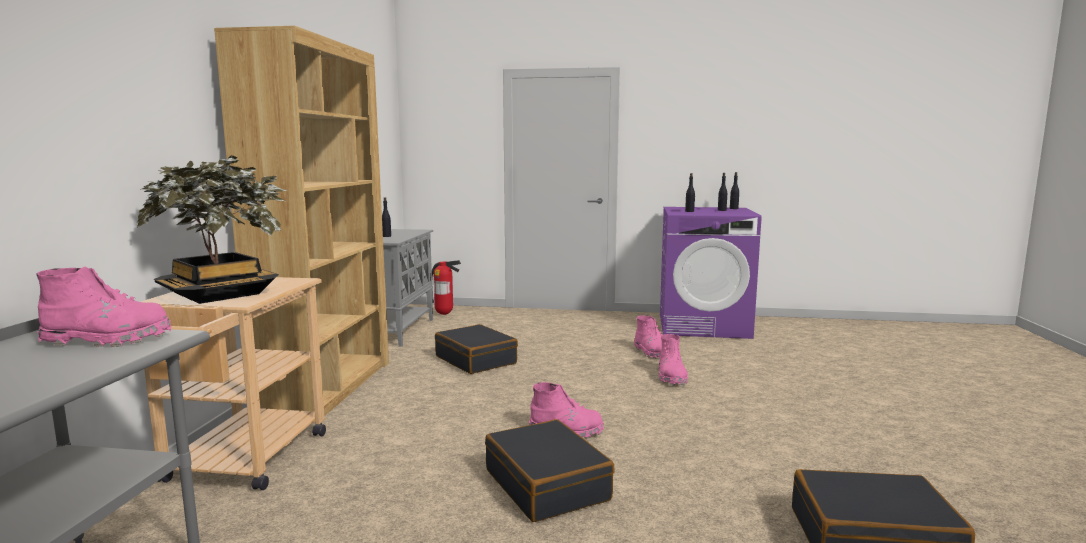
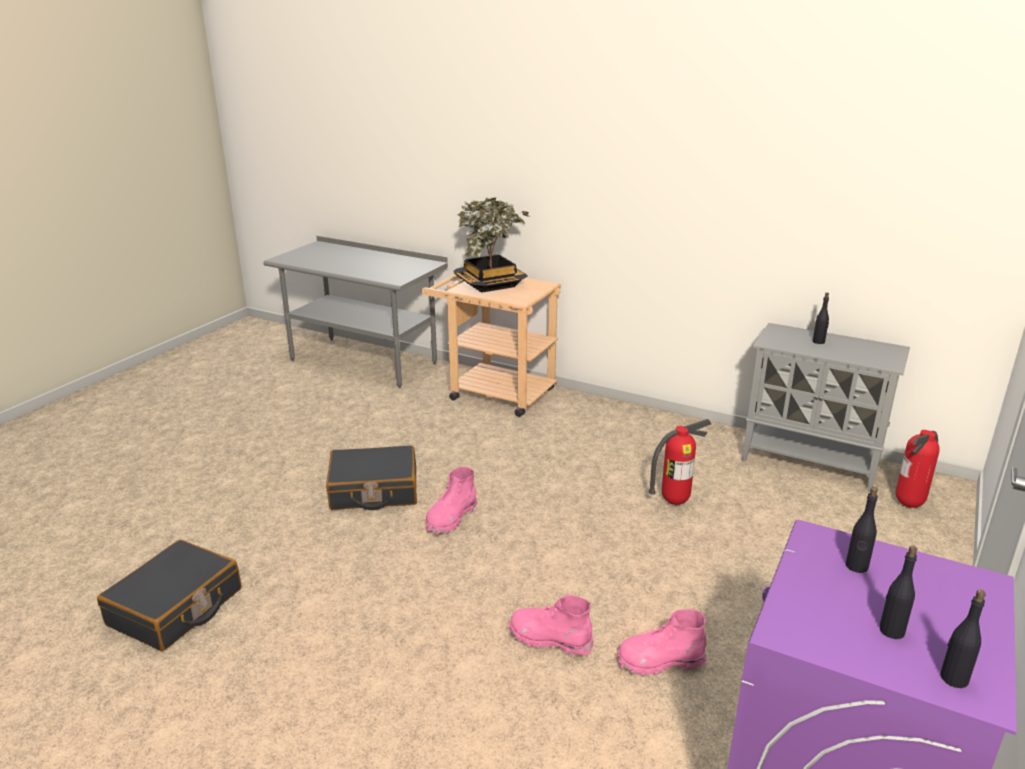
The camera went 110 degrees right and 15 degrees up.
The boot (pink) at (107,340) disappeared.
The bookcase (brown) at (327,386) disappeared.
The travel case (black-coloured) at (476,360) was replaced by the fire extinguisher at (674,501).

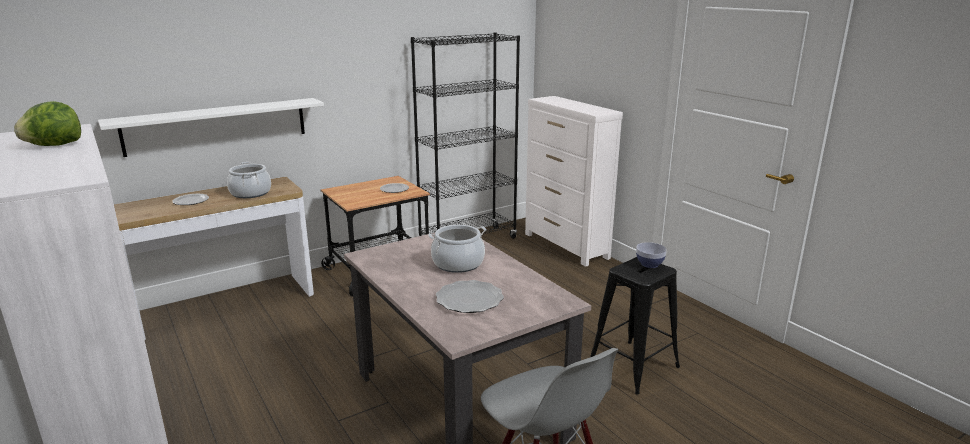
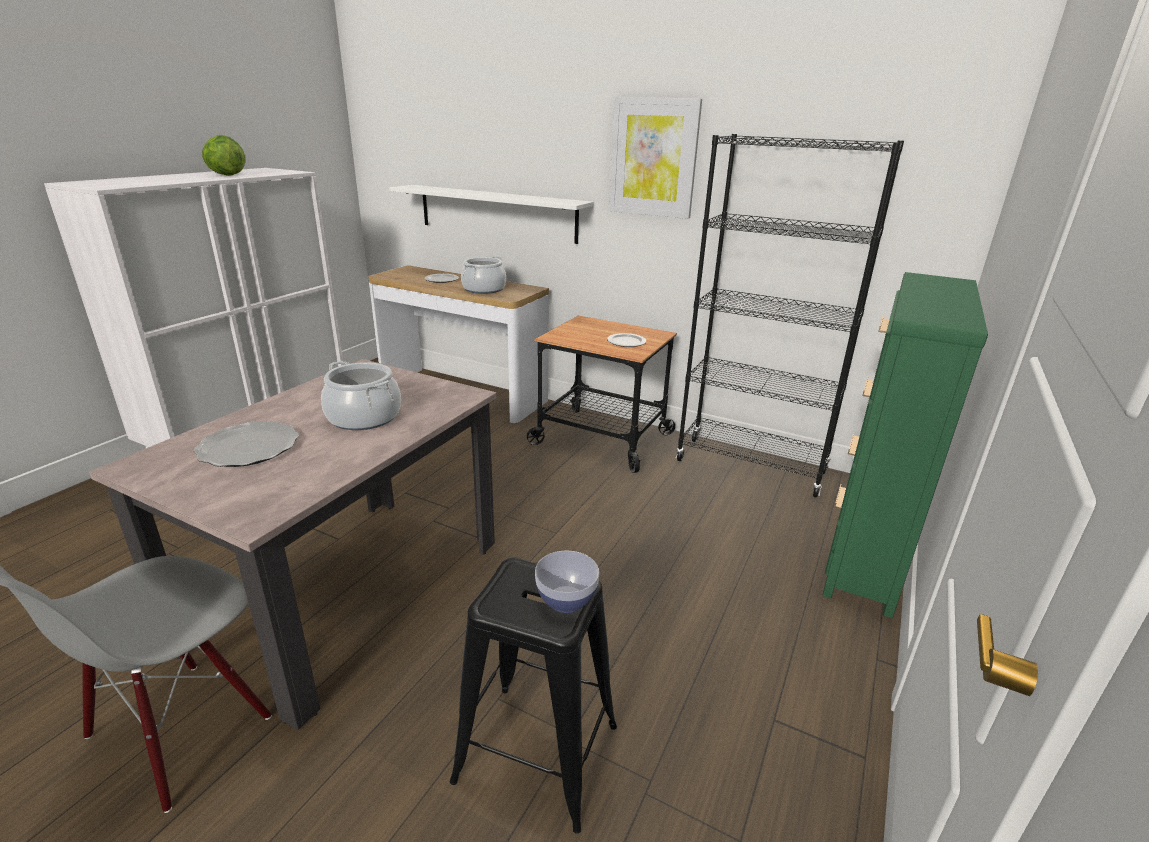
The camera went 60 degrees right and 5 degrees up.
The wall art at (653,158) appeared.
The dresser (white) at (566,246) became the dresser (green-coloured) at (865,553).

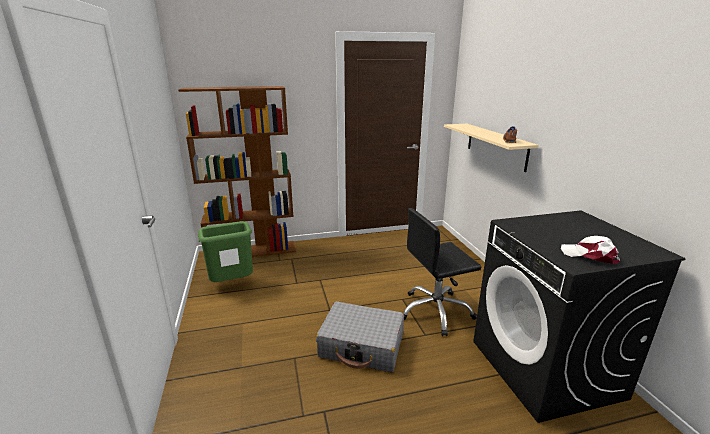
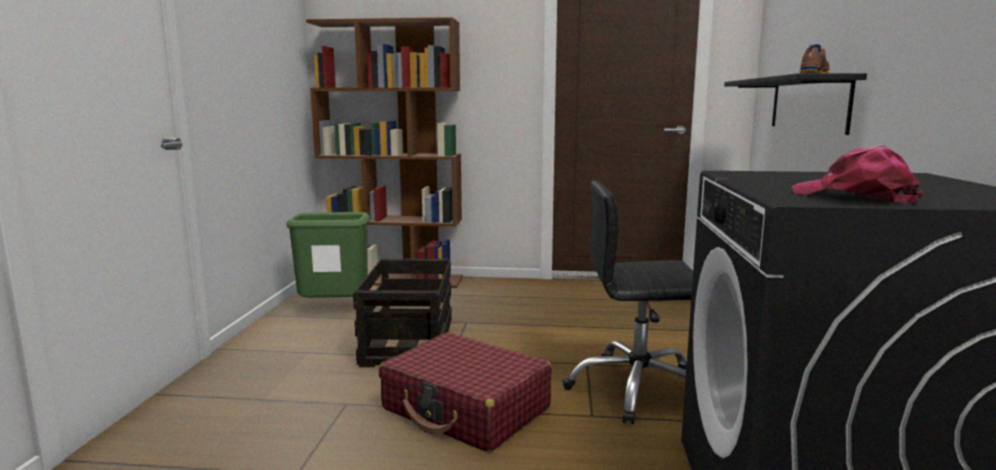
The camera went 20 degrees right and 10 degrees down.
The shipping crate at (408,341) appeared.
The travel case (gray) at (362,345) became the travel case (reddish) at (466,409).
The bracket shelf (beige-coloured) at (496,146) became the bracket shelf (black-coloured) at (808,104).
The cap (white) at (589,255) became the cap (pink) at (854,197).

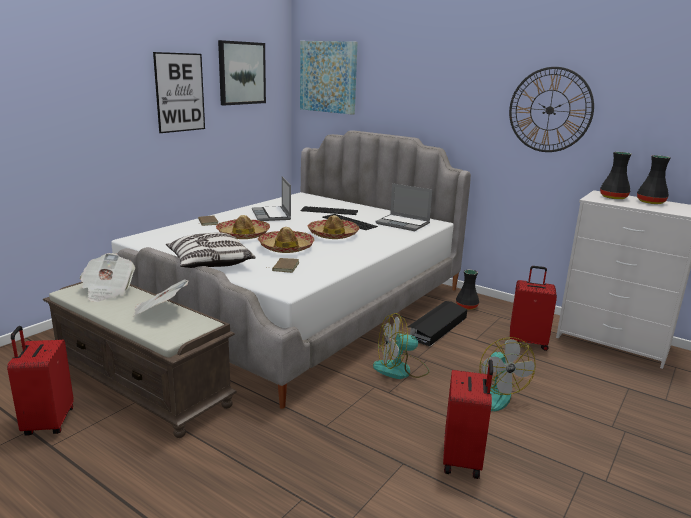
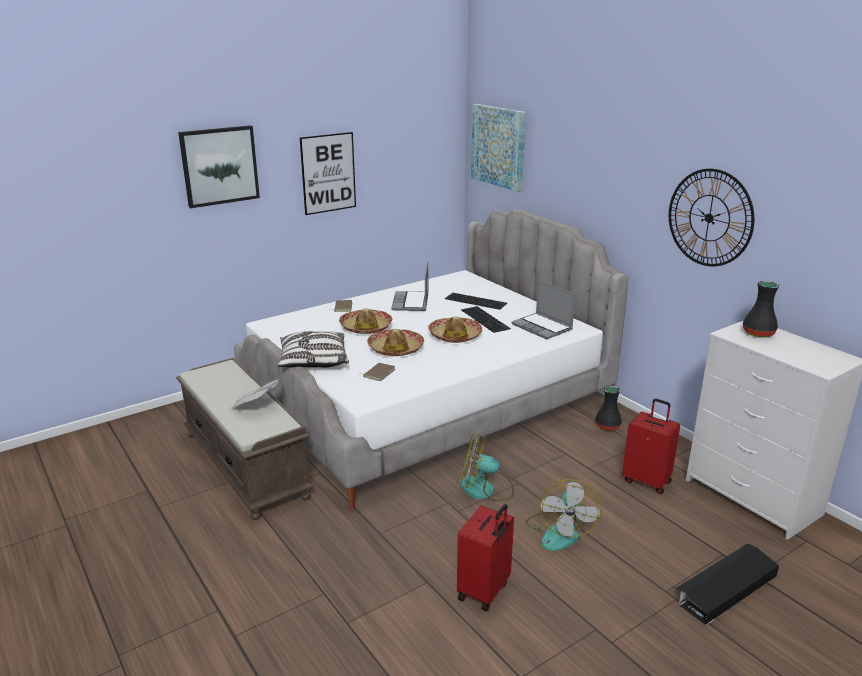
The camera went 20 degrees right and 5 degrees up.
The travel case (reddish) at (47,423) disappeared.
The daily paper at (108,291) disappeared.
The vase (black-coloured) at (650,202) disappeared.
The wall art moved from (241,73) to (219,166).
The storage container (black-coloured) moved from (437,327) to (725,588).

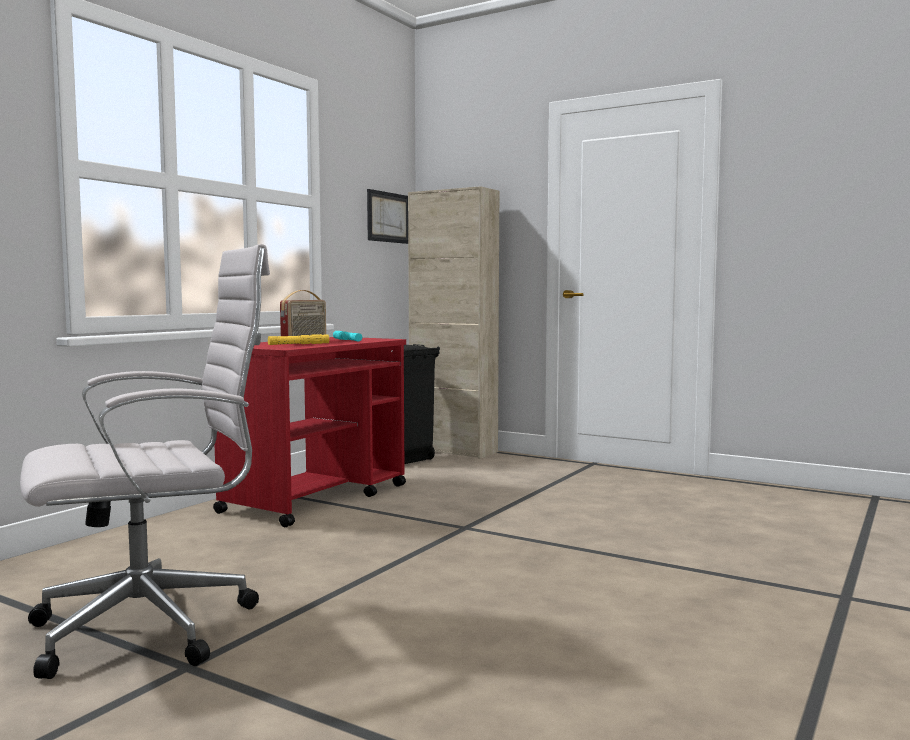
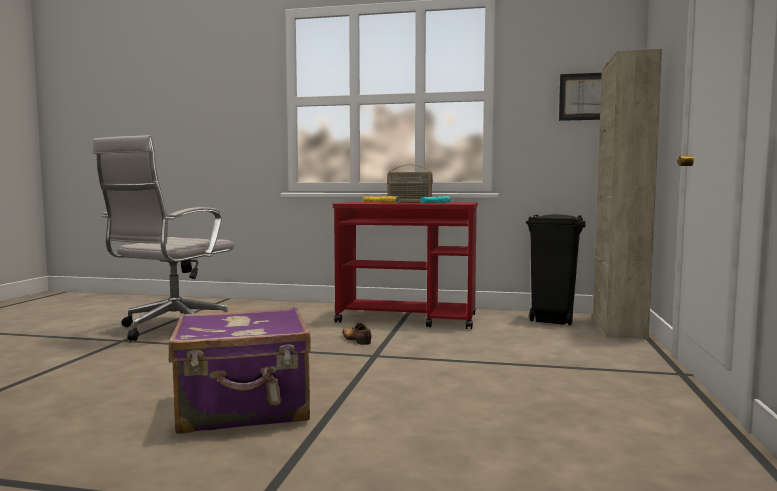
The camera went 70 degrees right and 0 degrees up.
The travel case (purplish) at (244,409) appeared.
The item of footwear at (356,340) appeared.
The desk chair (white) at (155,627) turned 75 degrees clockwise.

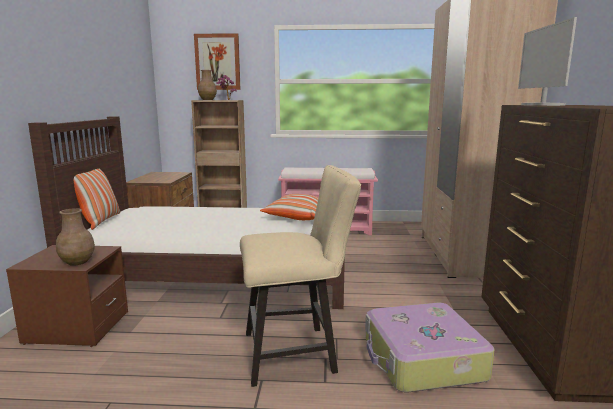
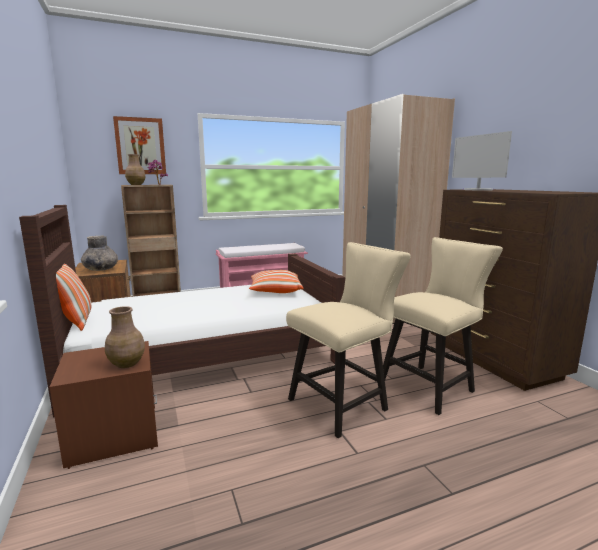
The camera went 25 degrees left and 0 degrees up.
The vase (gray) at (100,269) appeared.
The travel case at (422,360) was replaced by the upright chair (beige-coloured) at (431,385).

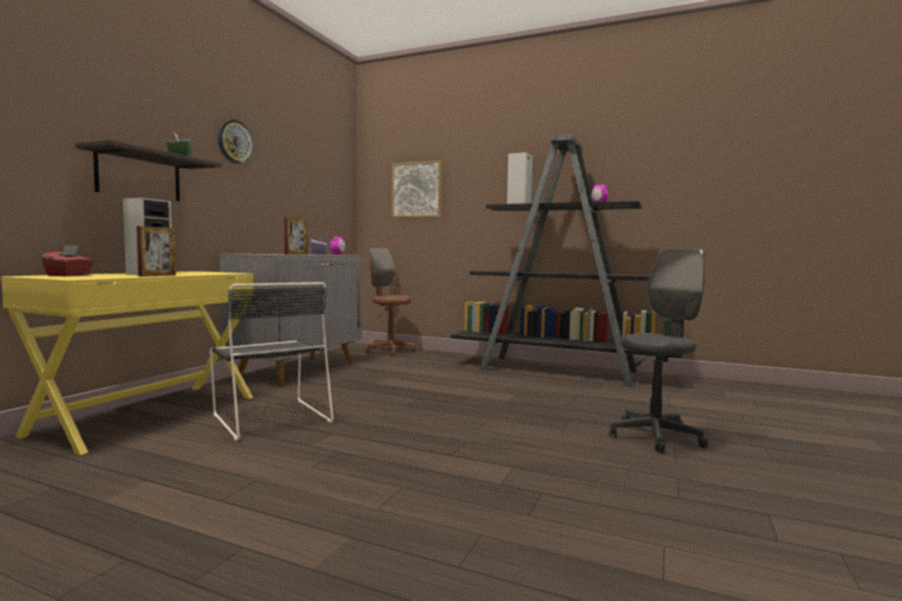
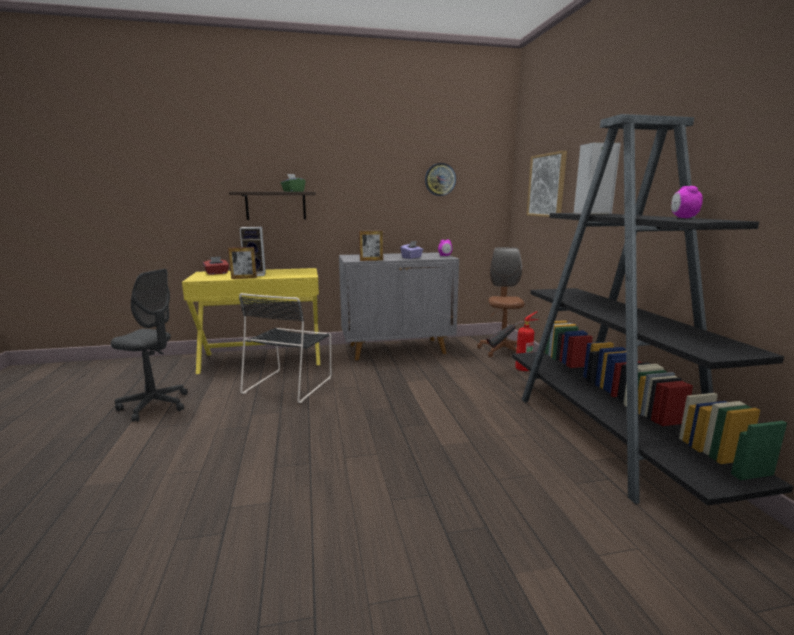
The camera went 55 degrees right and 10 degrees up.
The fire extinguisher at (510,370) appeared.
The wall clock moved from (234,142) to (440,179).
The desk chair (gray) moved from (655,436) to (155,405).

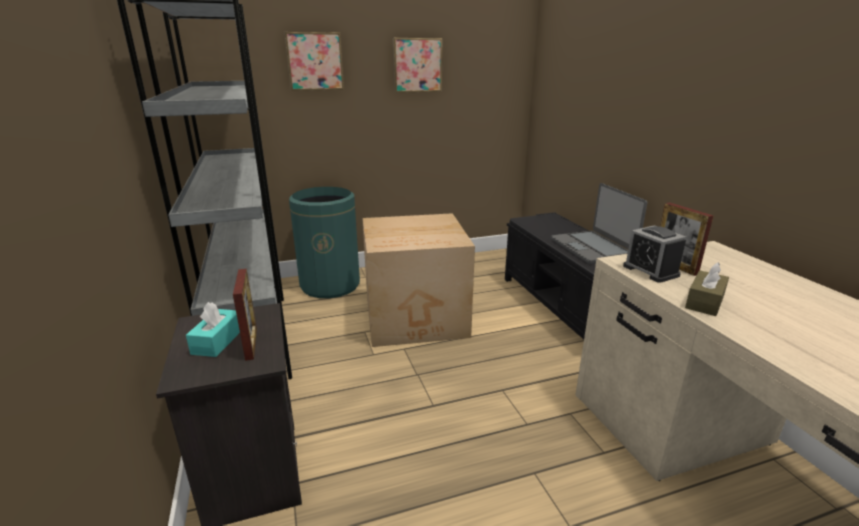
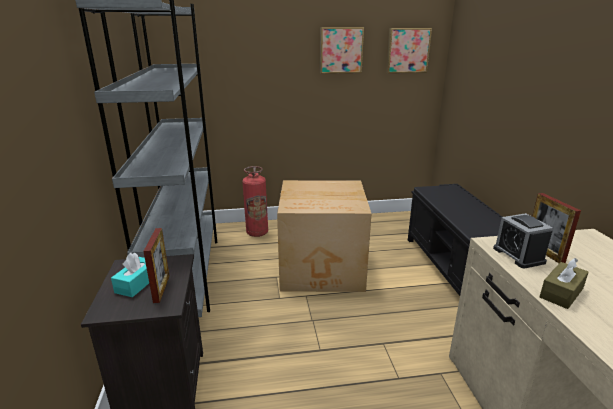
The camera went 10 degrees right and 0 degrees up.
The notebook computer at (592,248) disappeared.
The wall art moved from (314,61) to (407,50).
The trash can (green-coloured) at (330,285) was replaced by the fire extinguisher at (257,233).

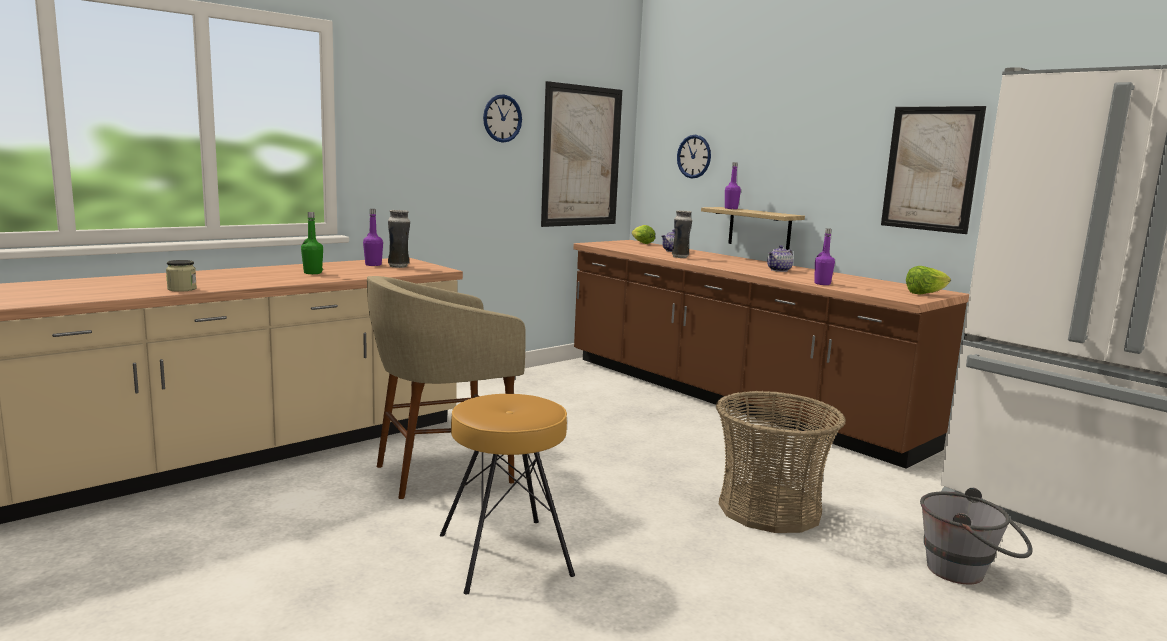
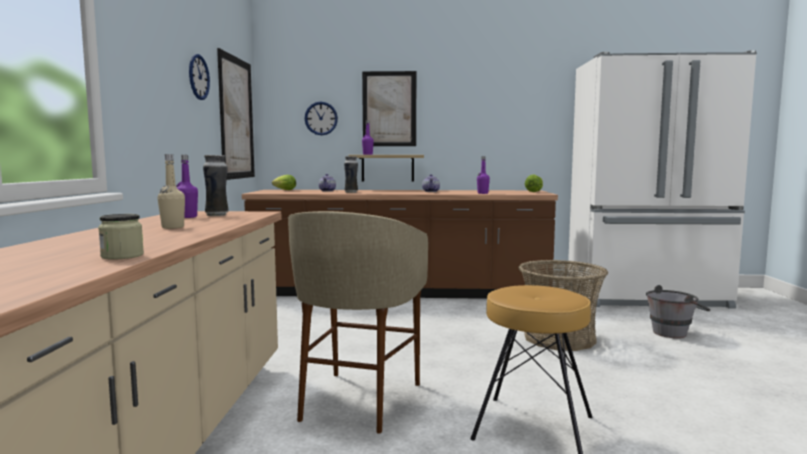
The camera went 45 degrees left and 5 degrees down.
The wall art moved from (931,169) to (389,109).
The bottle (green-coloured) at (312,273) became the bottle (beige-coloured) at (173,227).

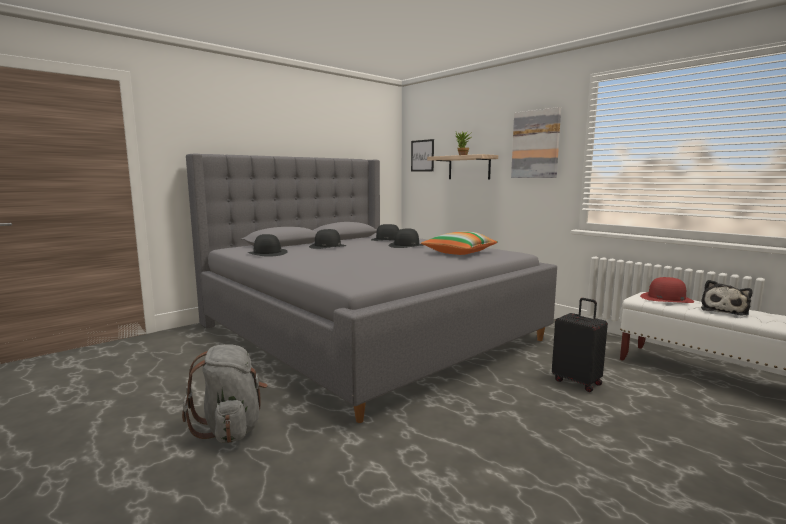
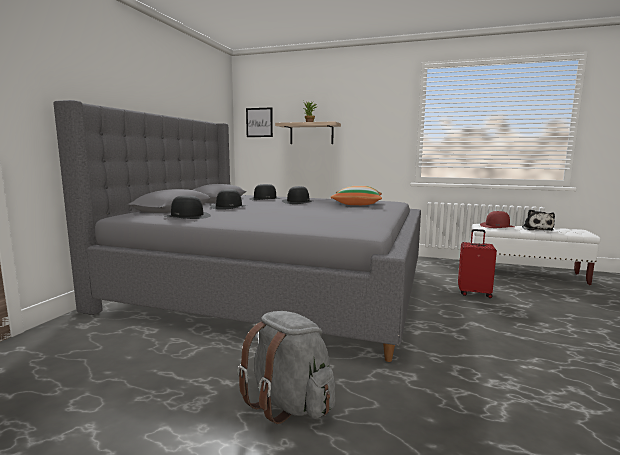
The camera went 30 degrees left and 0 degrees up.
The wall art at (536,144) disappeared.
The travel case (black-coloured) at (577,382) became the travel case (reddish) at (474,293).

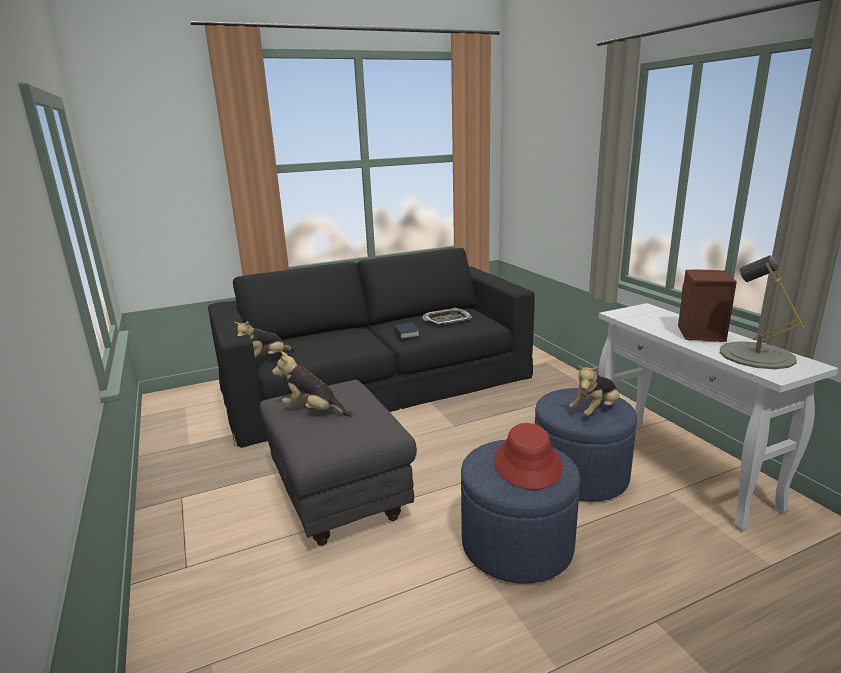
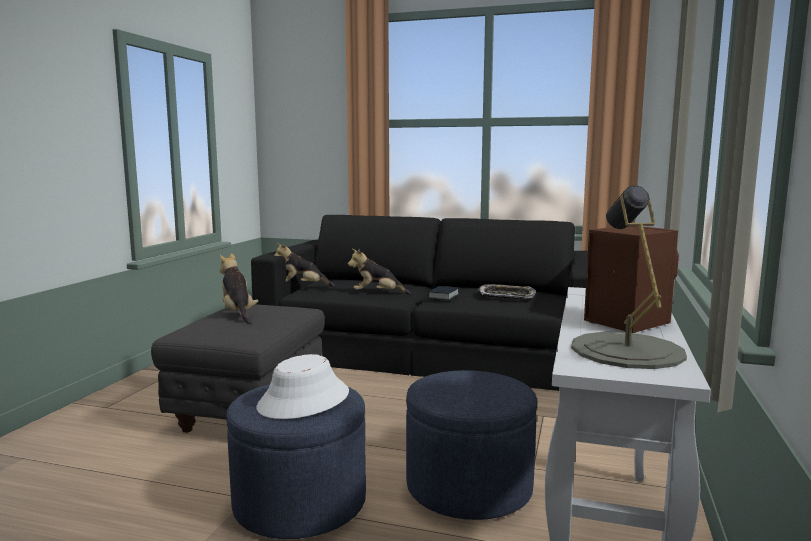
The camera went 40 degrees right and 10 degrees down.
The soft toy moved from (595,411) to (377,294).
The hat (reddish) at (528,464) became the hat (white) at (304,400).

